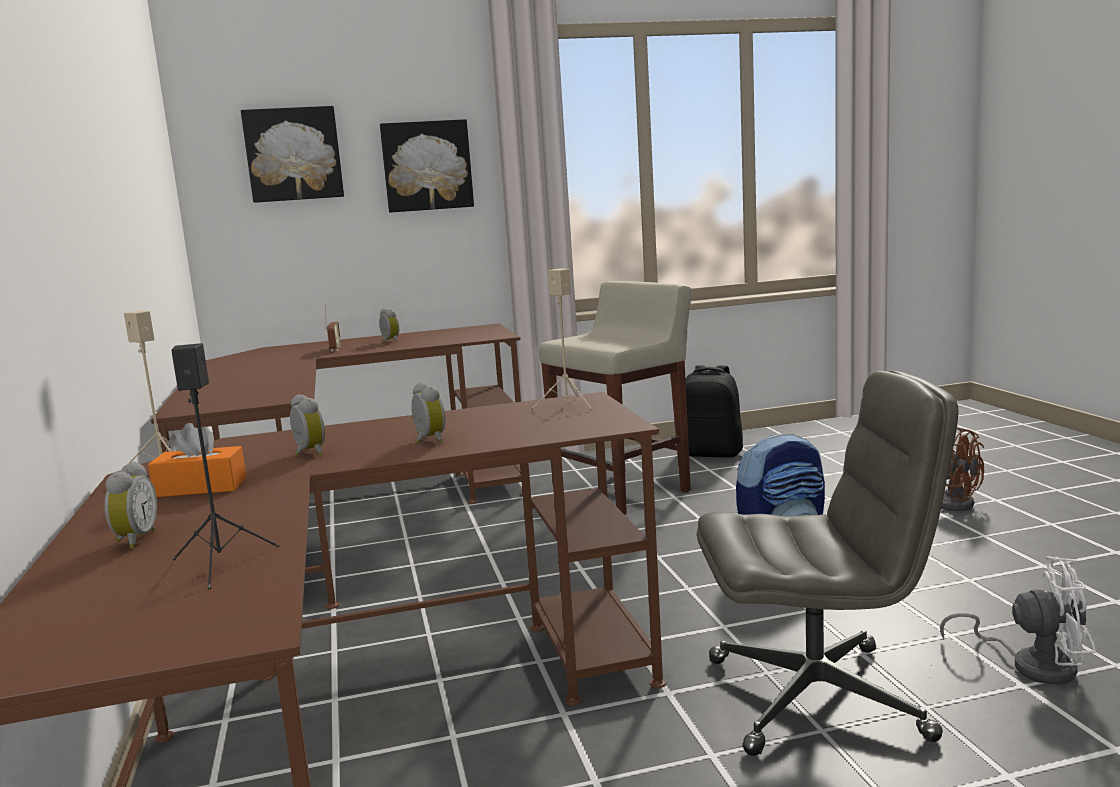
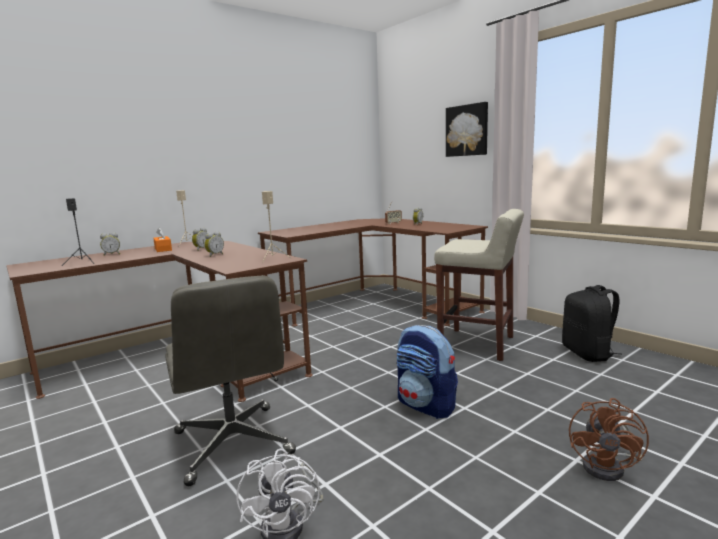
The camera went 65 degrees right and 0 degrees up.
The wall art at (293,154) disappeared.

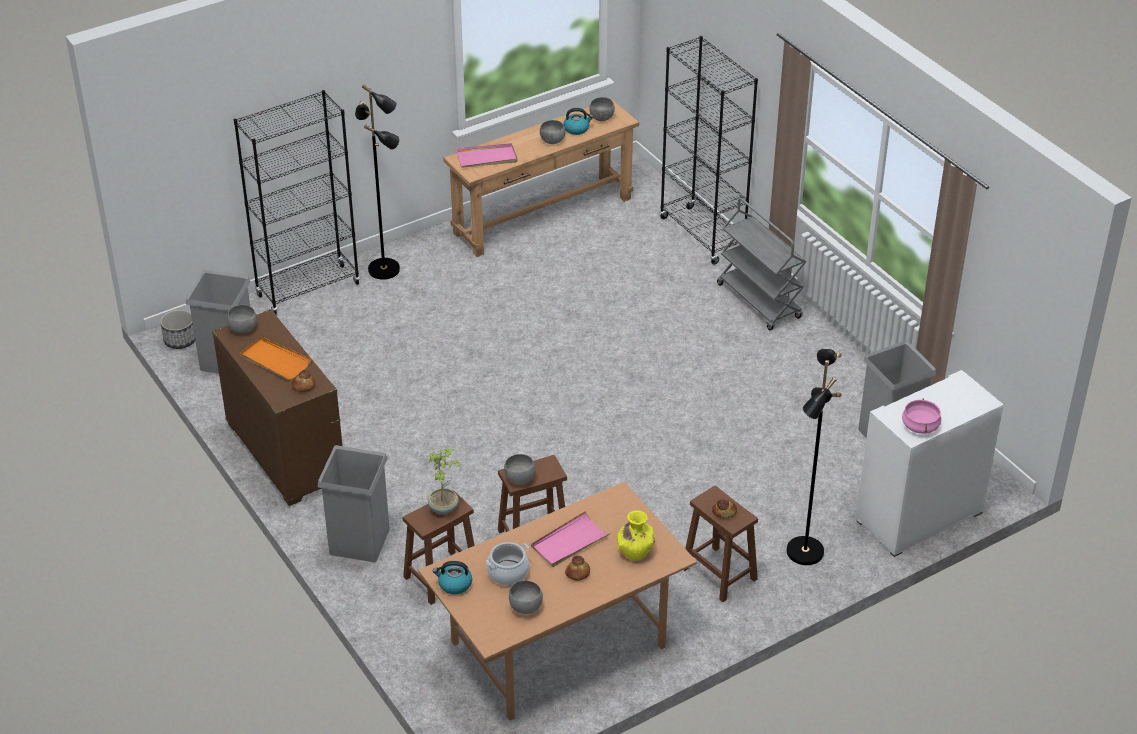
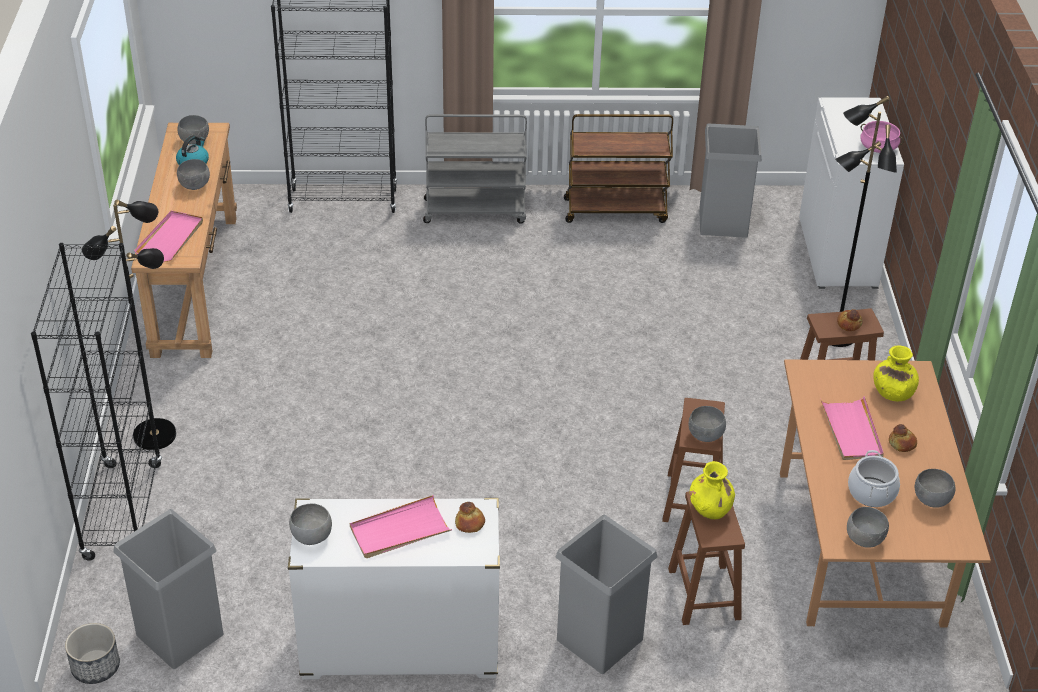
The camera went 60 degrees left and 0 degrees up.
The wheeled cart (brown) at (616,210) appeared.
The plant in a pot at (444,507) was replaced by the vase (yellow-coloured) at (710,509).
The tea kettle at (454,584) was replaced by the serving bowl (gray) at (865,539).
The dresser (brown) at (285,453) became the dresser (white) at (400,647).
The tray (orange) at (275,360) became the tray (pink) at (399,530).

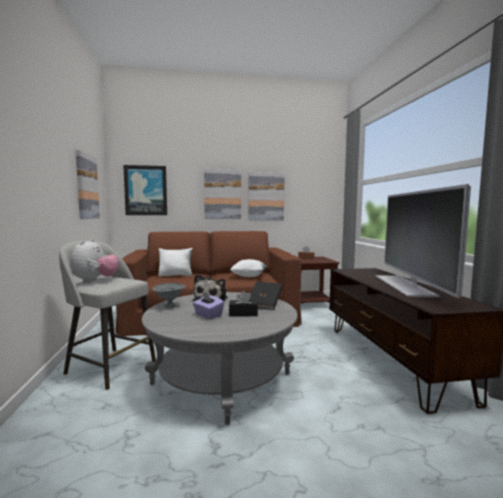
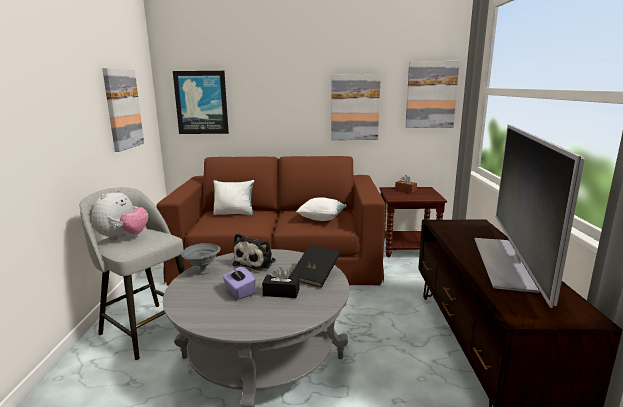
The camera went 10 degrees right and 10 degrees up.
The wall art moved from (222,194) to (431,95).

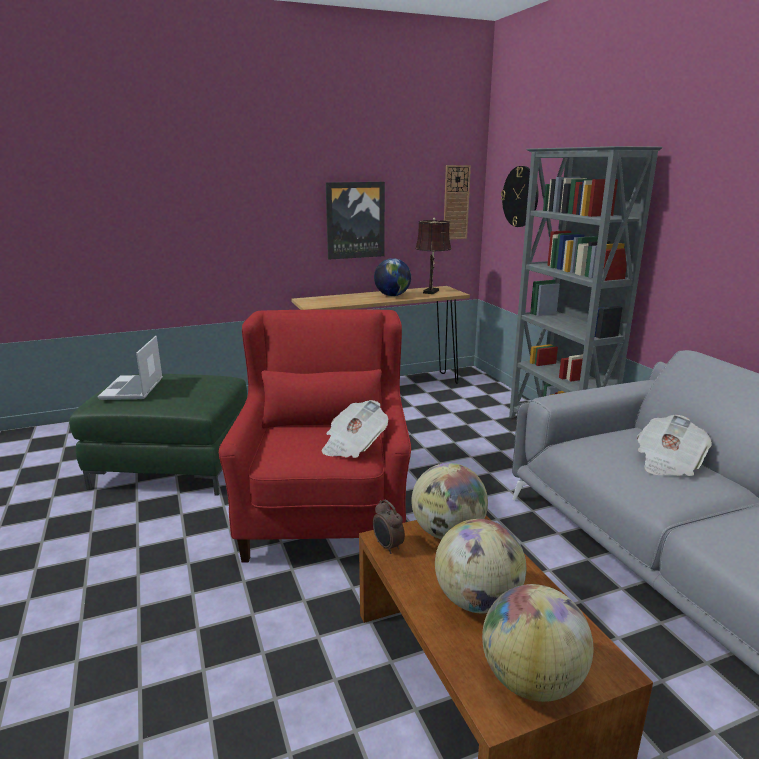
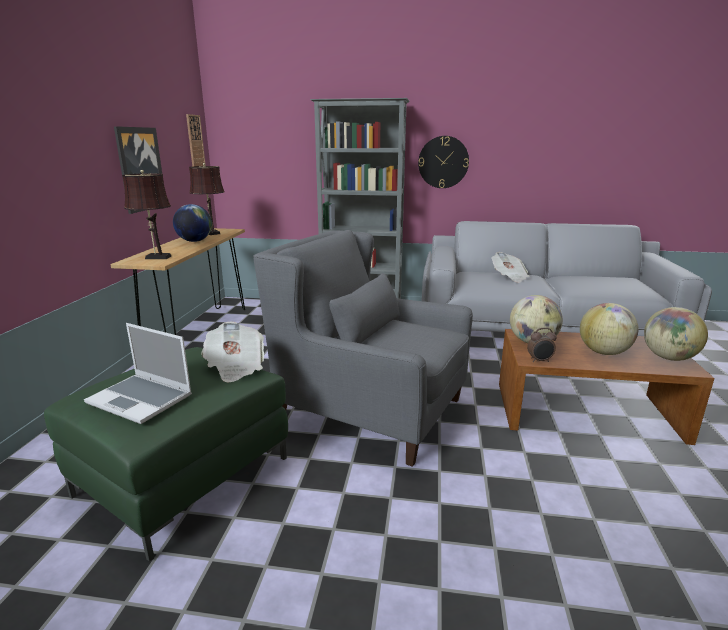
The camera went 60 degrees left and 0 degrees up.
The lamp for a table (brown) at (156,257) appeared.
The daily paper moved from (353,446) to (235,367).
The wall clock moved from (520,196) to (443,162).
The easy chair (reddish) at (325,510) became the easy chair (gray) at (370,410).

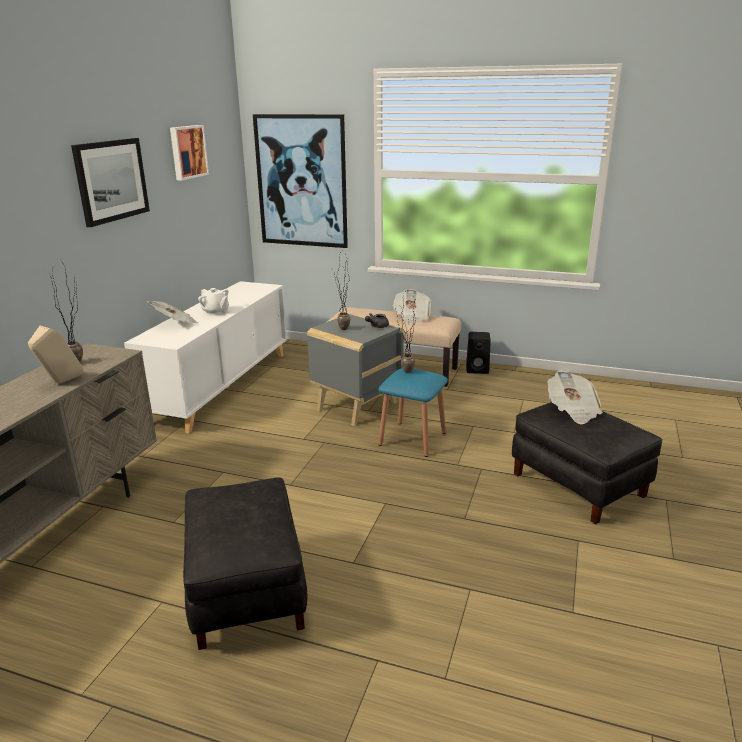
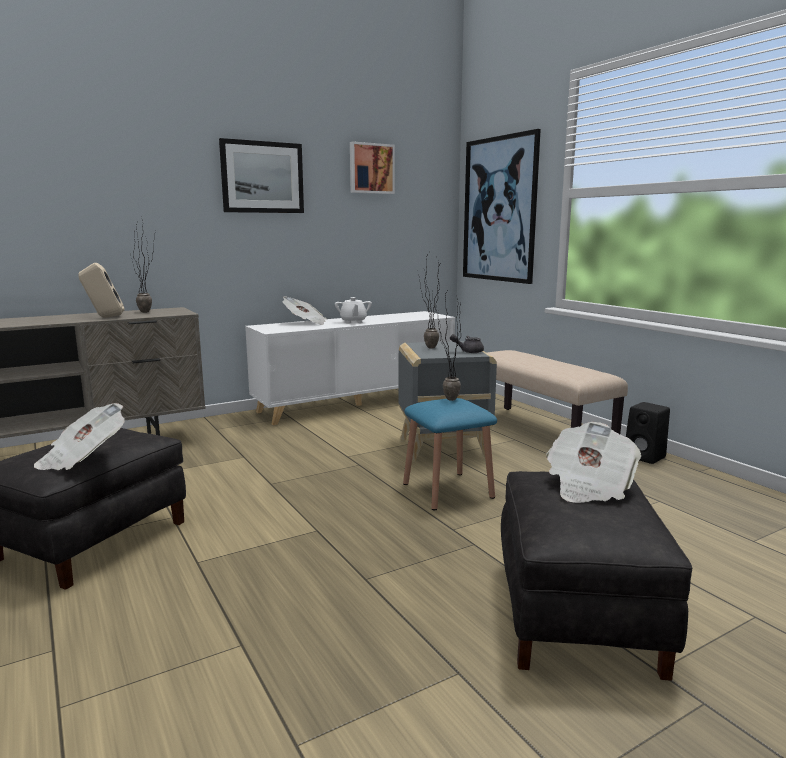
The camera went 40 degrees right and 10 degrees down.
The daily paper moved from (411,317) to (83,459).

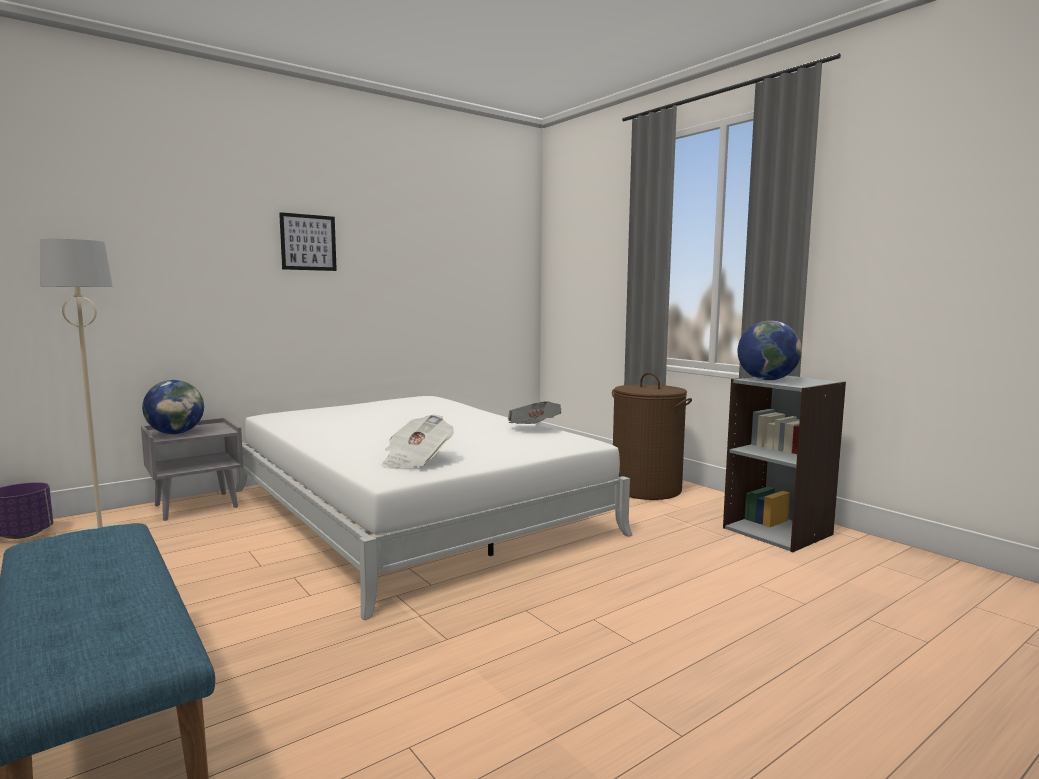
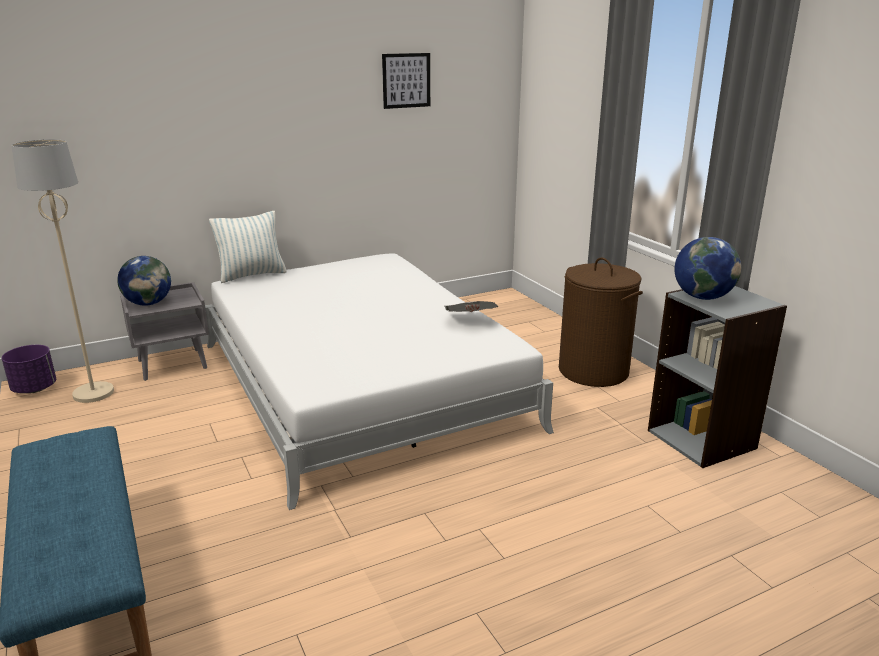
The camera went 10 degrees right and 15 degrees up.
The daily paper at (415,461) disappeared.
The cushion at (252,275) appeared.
The wall art moved from (308,242) to (406,80).

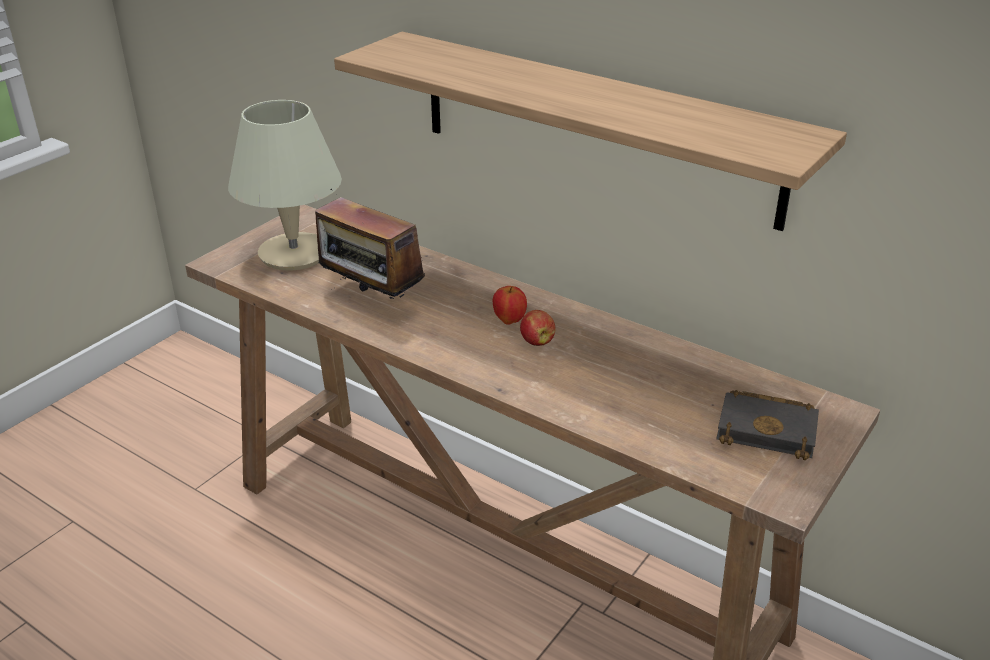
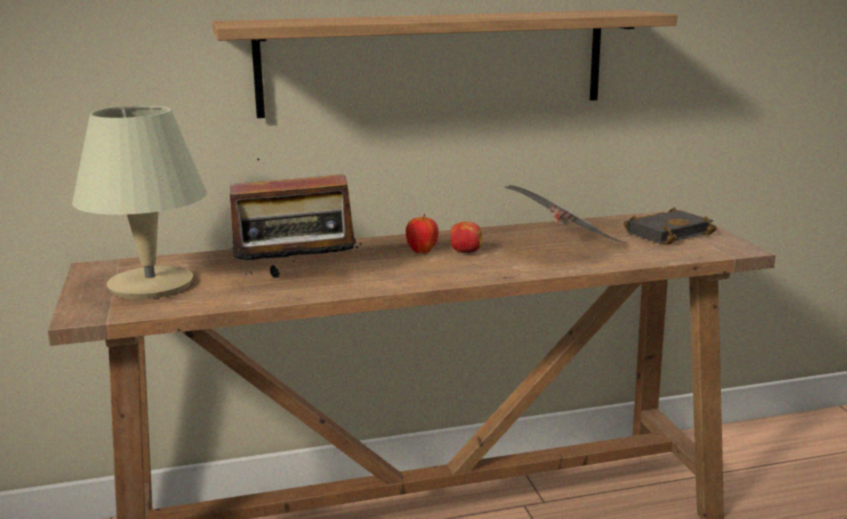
The camera went 50 degrees left and 15 degrees down.
The daily paper at (565,247) appeared.

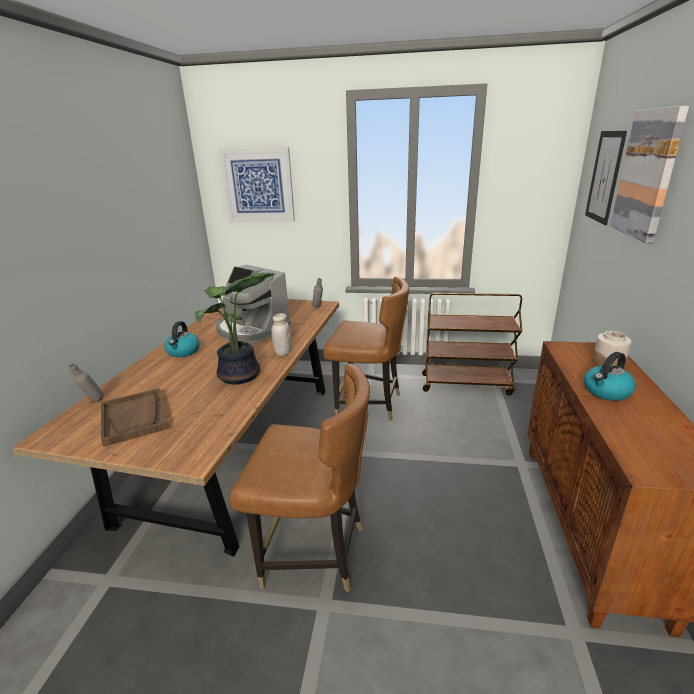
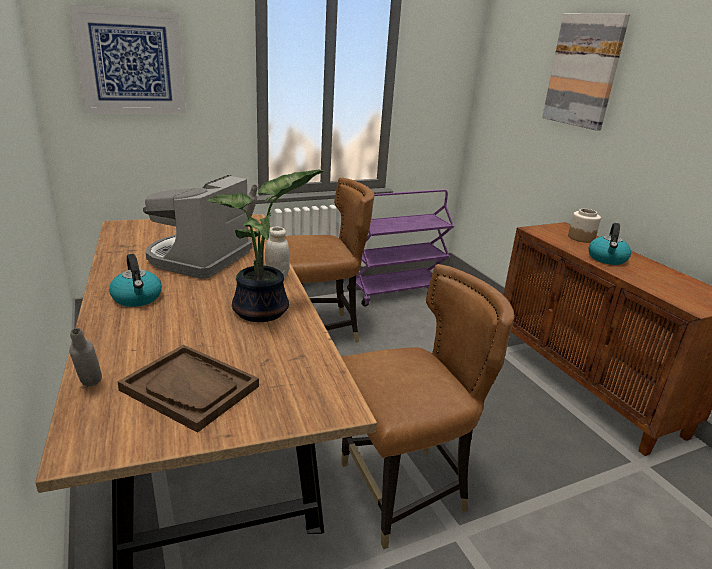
The camera went 35 degrees left and 0 degrees up.
The wall art at (605,177) disappeared.
The wheeled cart (brown) at (466,384) became the wheeled cart (purplish) at (396,291).
The coffee maker at (252,330) turned 105 degrees clockwise.

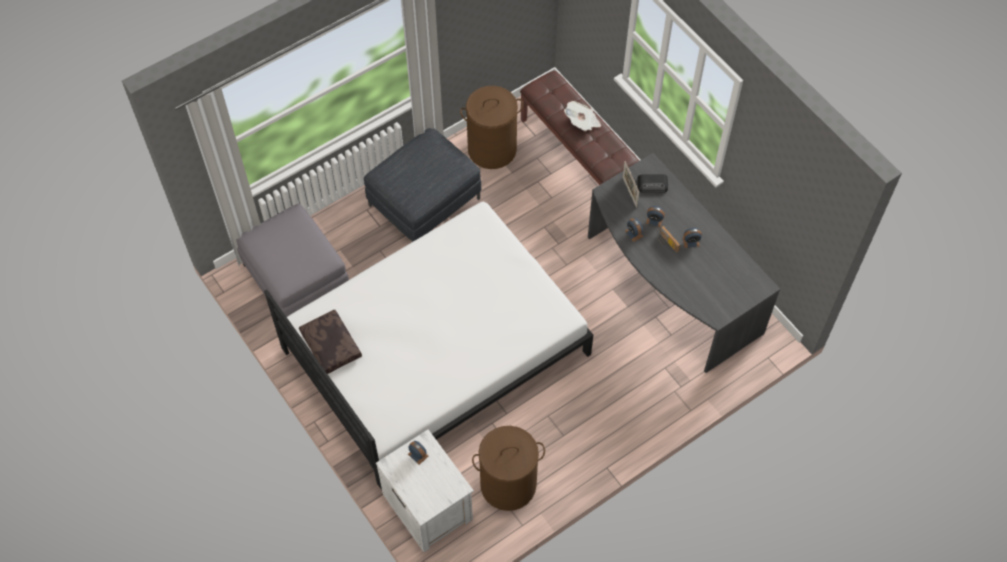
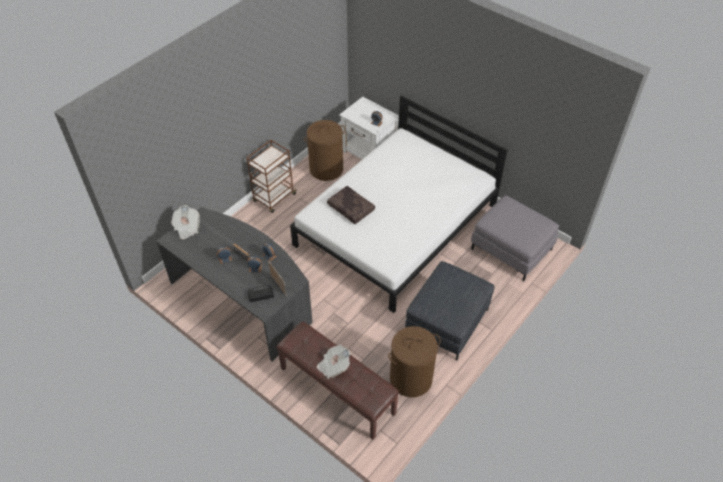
The camera went 165 degrees right and 10 degrees down.
The daily paper at (187,228) appeared.
The wheeled cart (brown) at (274,198) appeared.
The cushion (brown) moved from (330,345) to (351,208).

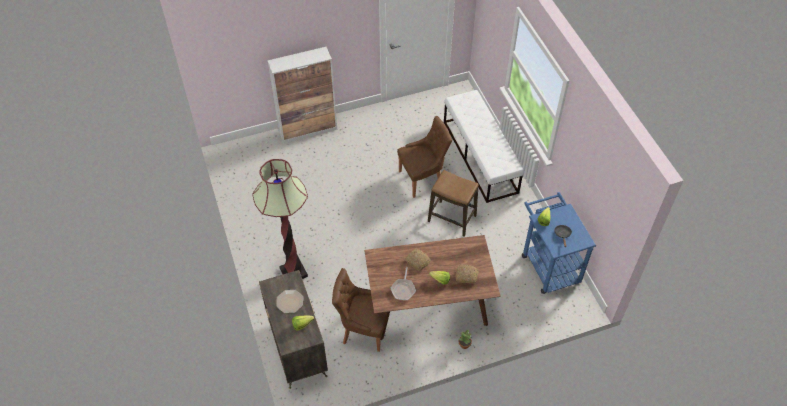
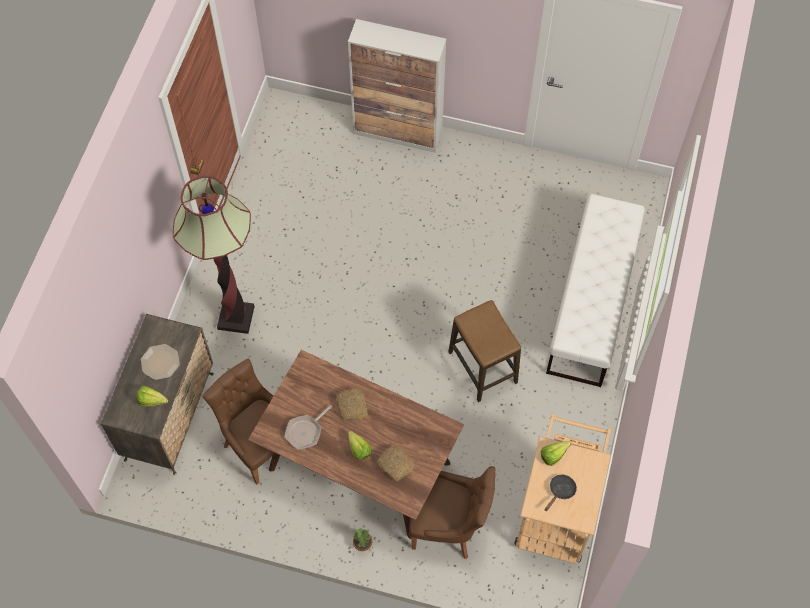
The camera went 35 degrees right and 10 degrees up.
The upright chair (brown) moved from (422,179) to (448,526).
The wheeled cart (blue-coloured) at (548,264) became the wheeled cart (beige-coloured) at (556,509).

